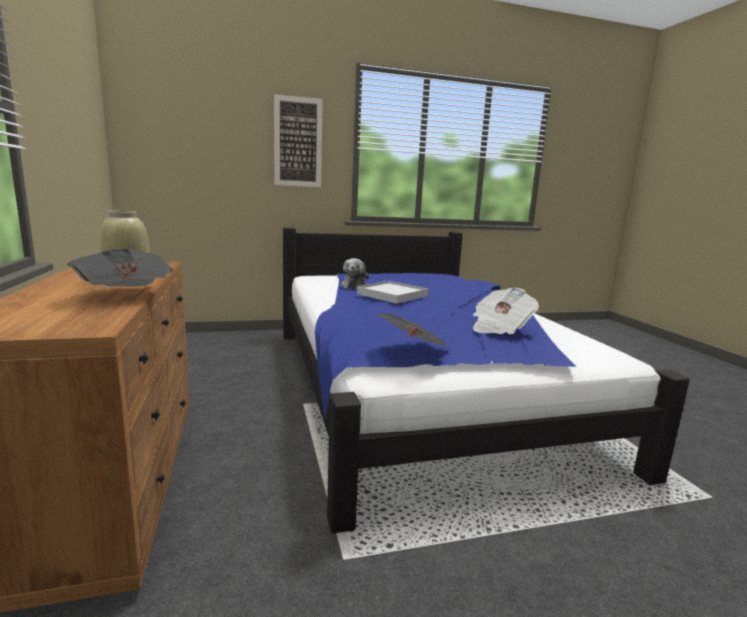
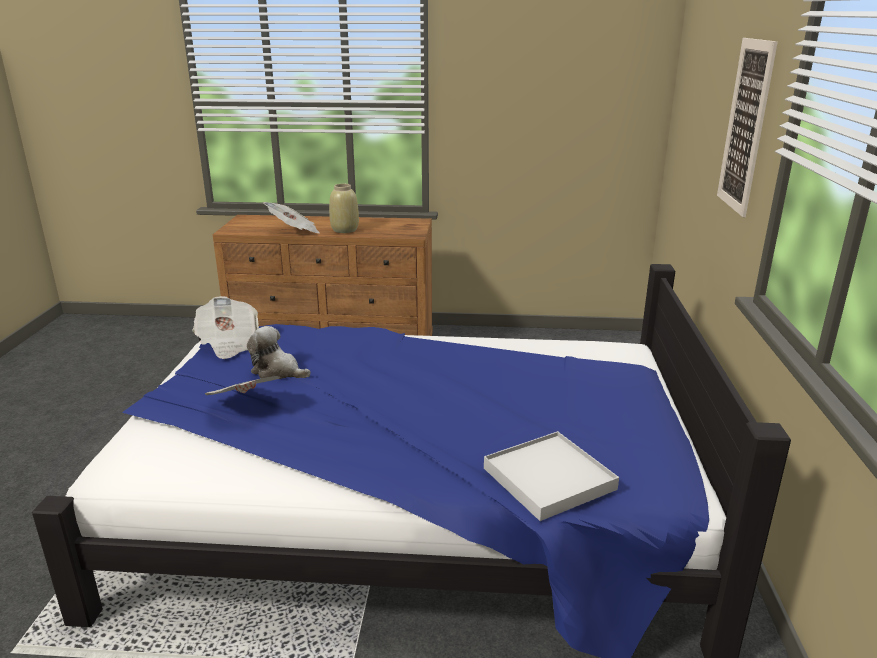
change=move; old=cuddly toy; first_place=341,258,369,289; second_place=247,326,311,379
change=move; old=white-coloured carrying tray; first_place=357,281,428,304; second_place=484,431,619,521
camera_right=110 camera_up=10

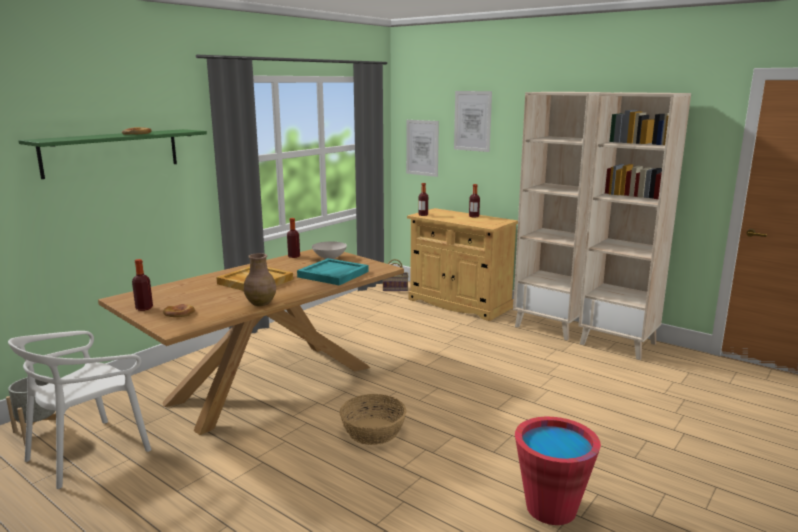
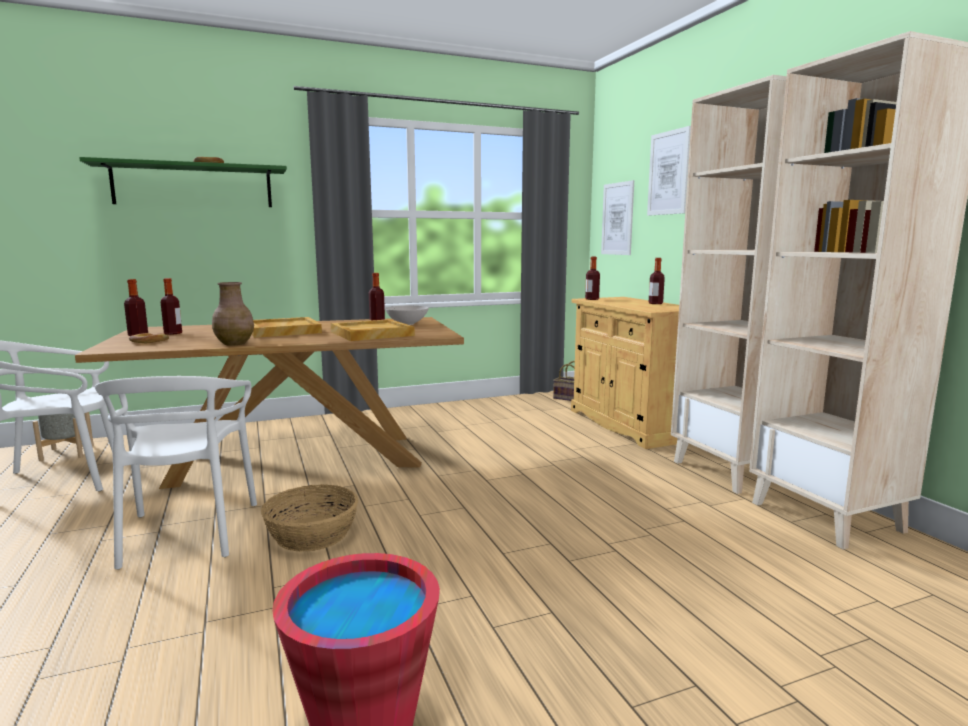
change=recolor; old=turquoise-coloured carrying tray; new=sand-coloured carrying tray; first_place=297,258,369,285; second_place=331,319,415,341
change=insert; new=drink bottle; second_place=161,278,182,335
change=insert; new=white-coloured chair; second_place=95,376,257,570
camera_right=30 camera_up=-5

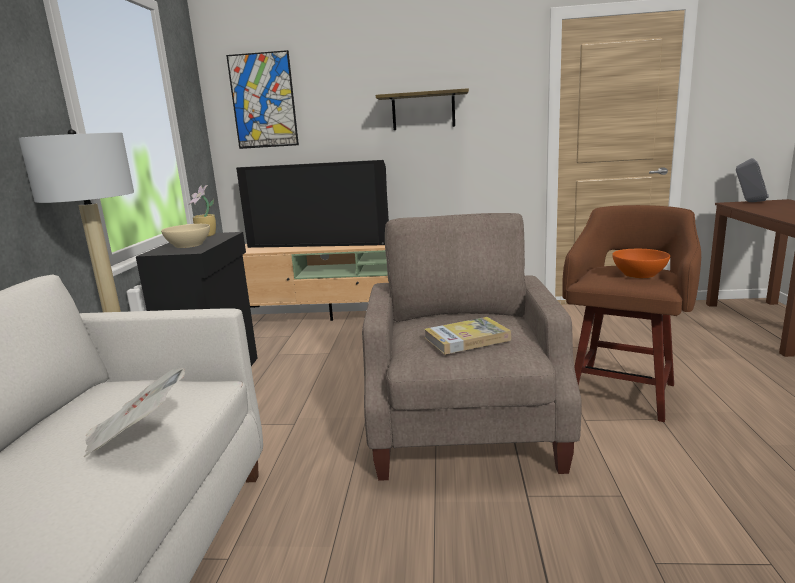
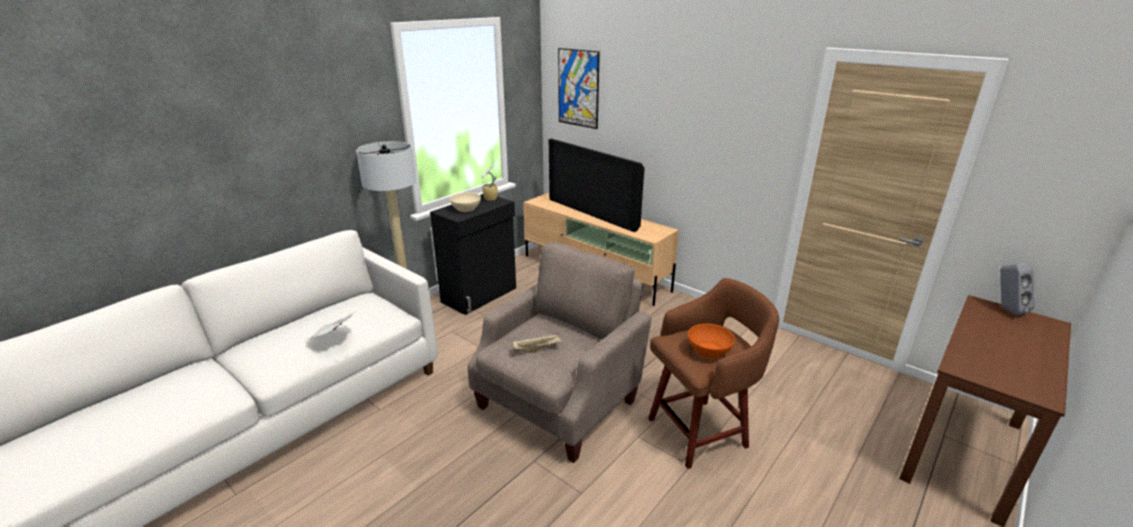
change=delete; old=shelf; first_place=376,88,469,130
change=replace; old=volume; new=sand-coloured carrying tray; first_place=424,317,511,354; second_place=513,333,562,352
camera_right=35 camera_up=10

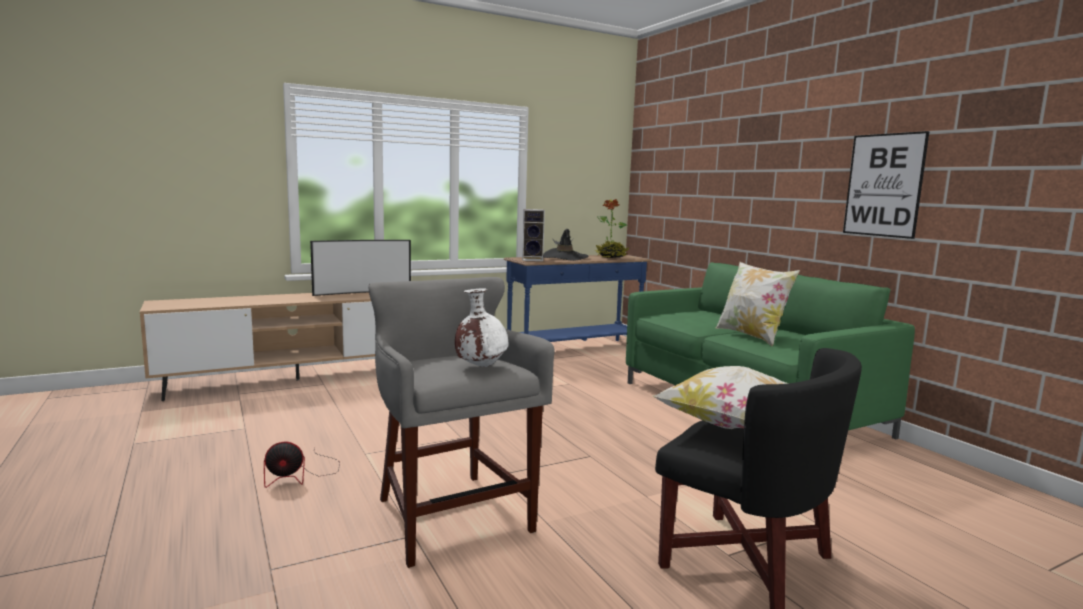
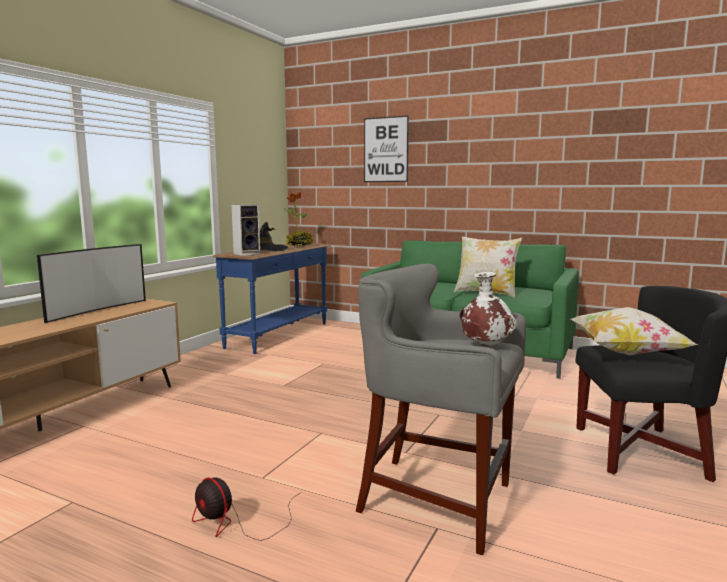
change=move; old=wall picture; first_place=843,131,930,239; second_place=364,115,409,182
change=rotate; old=electric fan; first_place=264,442,340,488; second_place=192,477,300,541; degrees=90
camera_right=-35 camera_up=0

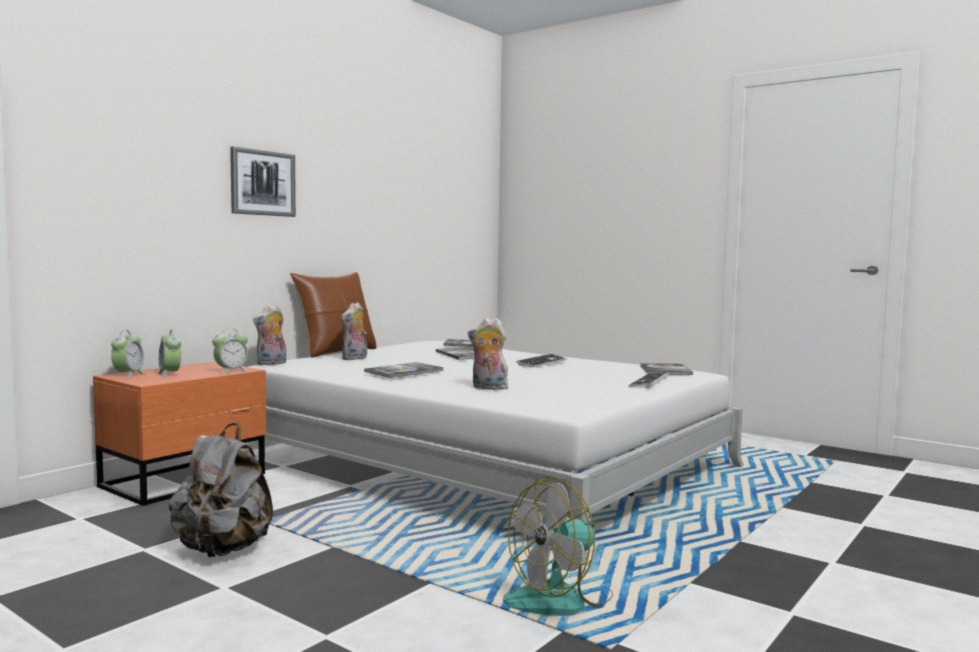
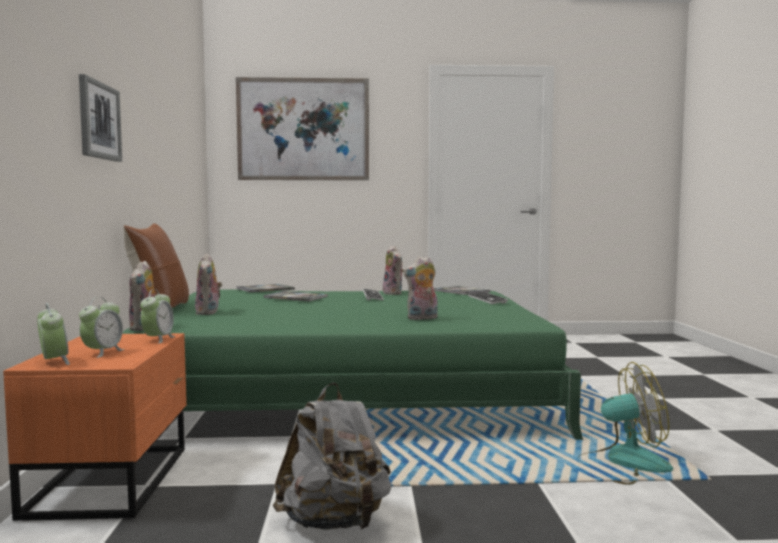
change=rotate; old=bedside clock; first_place=159,329,181,377; second_place=79,297,125,358; degrees=-90
change=recolor; old=white-coloured bedroom bed; new=green bedroom bed; first_place=248,341,743,564; second_place=122,289,583,440
change=delete; old=volume; first_place=364,362,444,378
change=rotate; old=electric fan; first_place=503,477,613,616; second_place=578,362,673,485; degrees=-105
change=insert; new=wall picture; second_place=236,77,369,180
change=insert; new=cuddly toy; second_place=383,246,403,295
camera_right=-40 camera_up=0

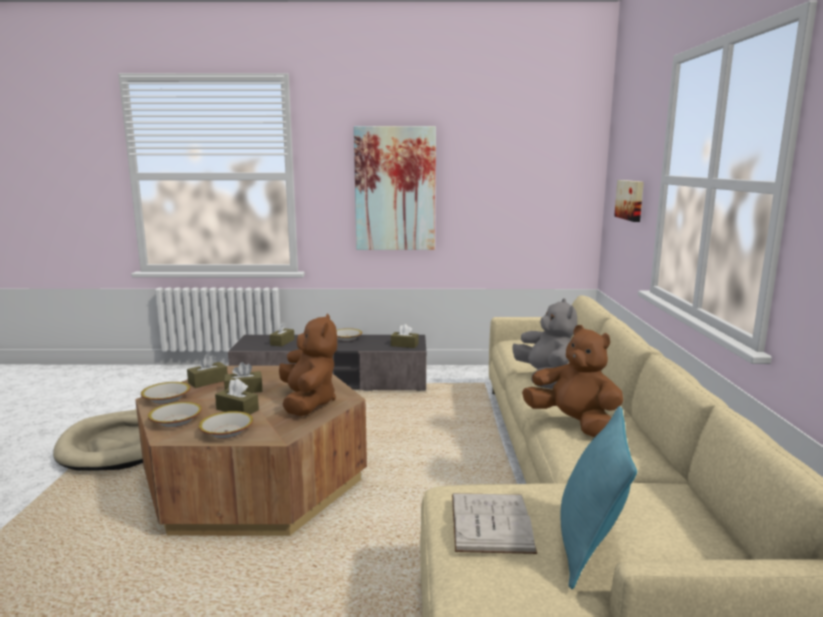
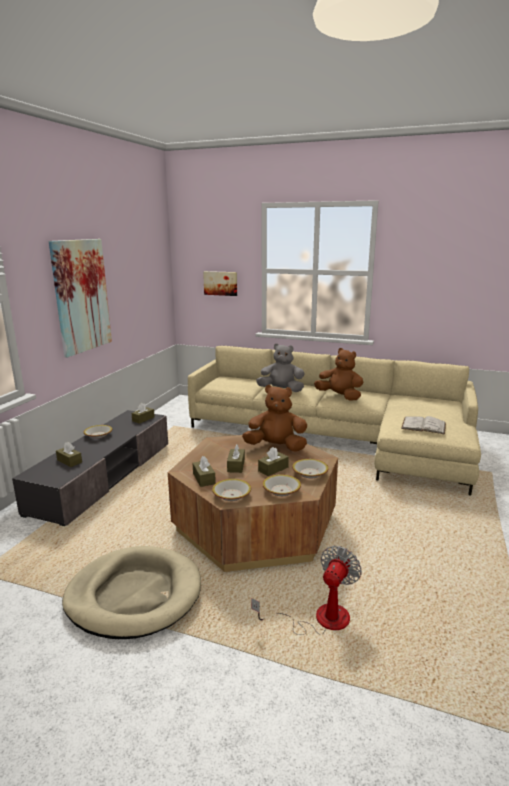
change=rotate; old=brown cuddly toy; first_place=522,325,623,437; second_place=314,348,363,401; degrees=60
change=delete; old=turquoise-coloured pillow; first_place=560,406,637,589
change=insert; new=electric fan; second_place=251,546,362,635
camera_right=-70 camera_up=5

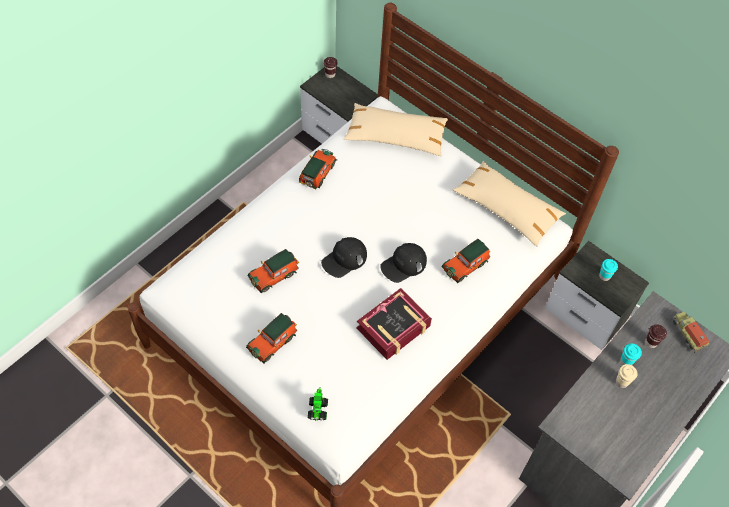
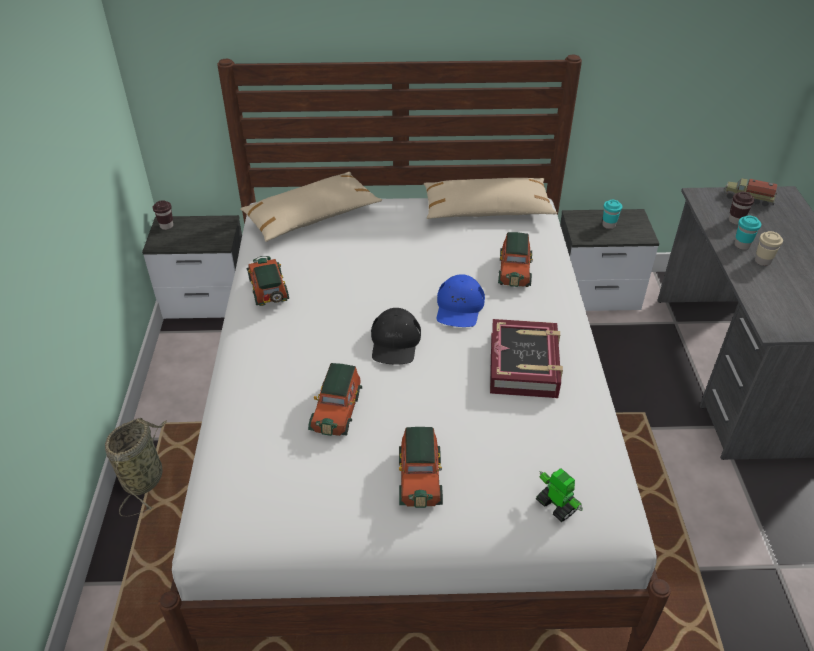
change=recolor; old=black cap; new=blue cap; first_place=380,243,427,283; second_place=437,274,485,327
change=insert; new=basket; second_place=105,418,167,516
camera_right=-40 camera_up=-15

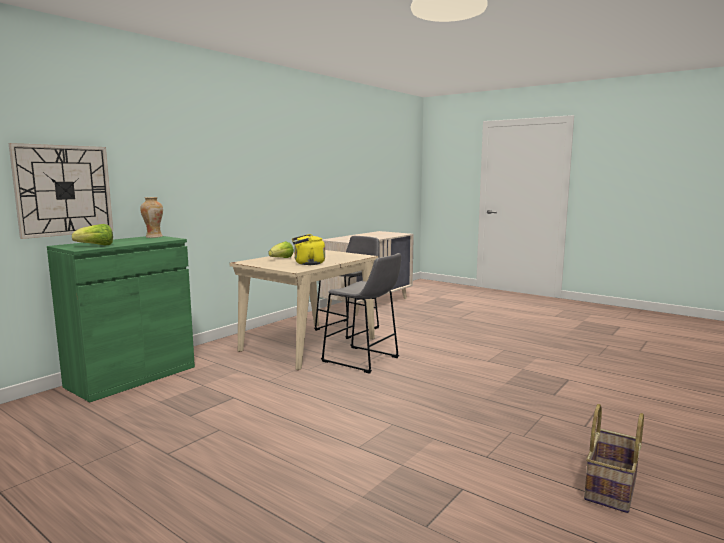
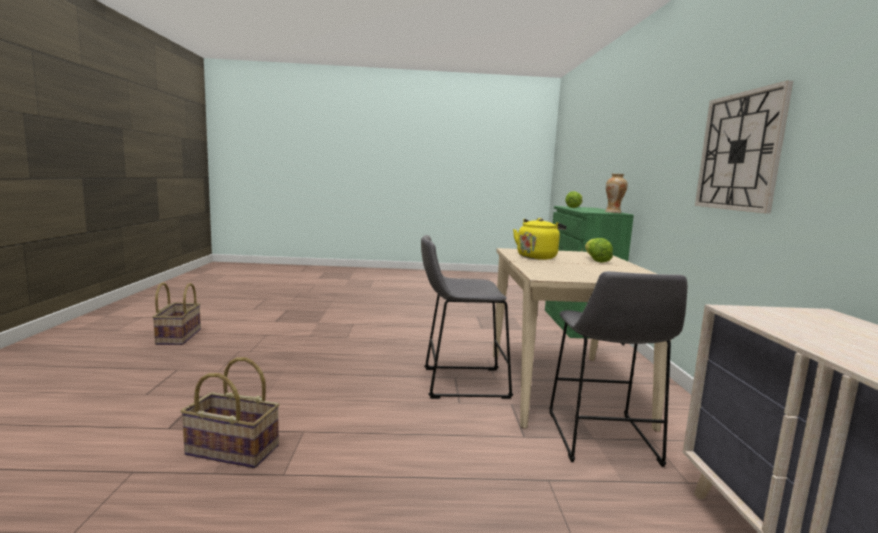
change=move; old=clock on the wall; first_place=9,143,113,239; second_place=695,80,793,214
change=insert; new=basket; second_place=180,358,280,468
camera_right=140 camera_up=0

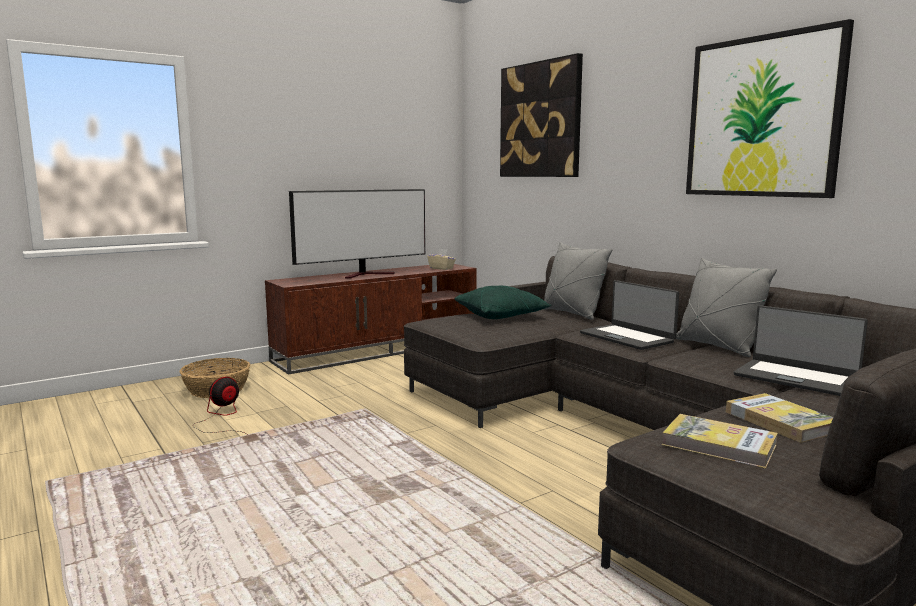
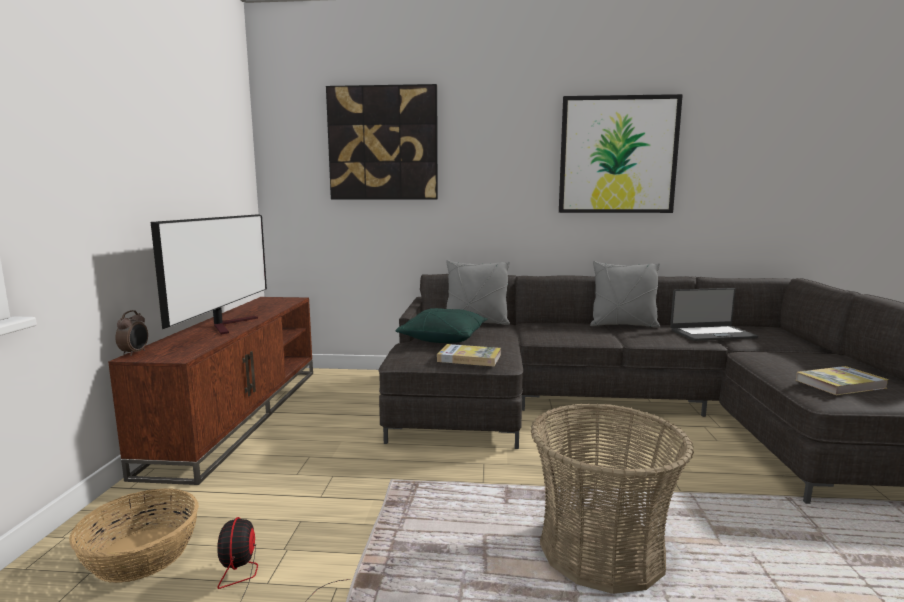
change=delete; old=sand-coloured box of tissues; first_place=427,249,456,270
change=delete; old=portable computer; first_place=580,280,679,350
change=move; old=volume; first_place=726,393,833,443; second_place=437,344,501,366
change=insert; new=bedside clock; second_place=115,310,148,356
change=insert; new=basket; second_place=531,403,694,594
camera_right=-50 camera_up=0

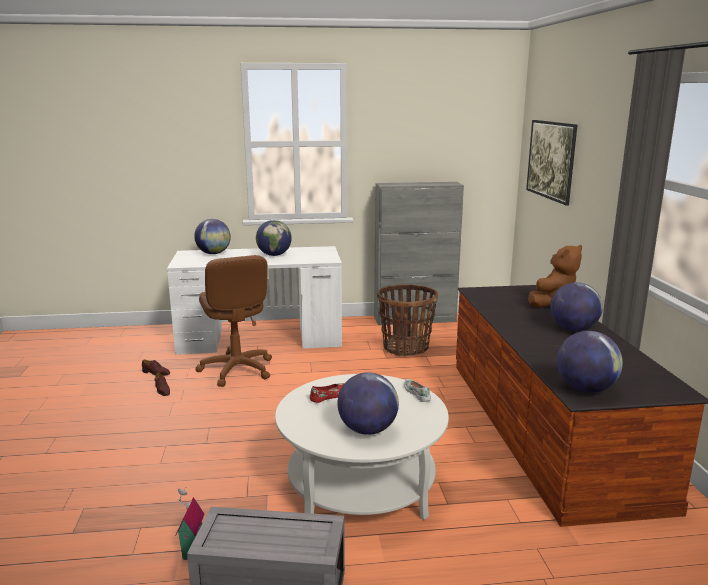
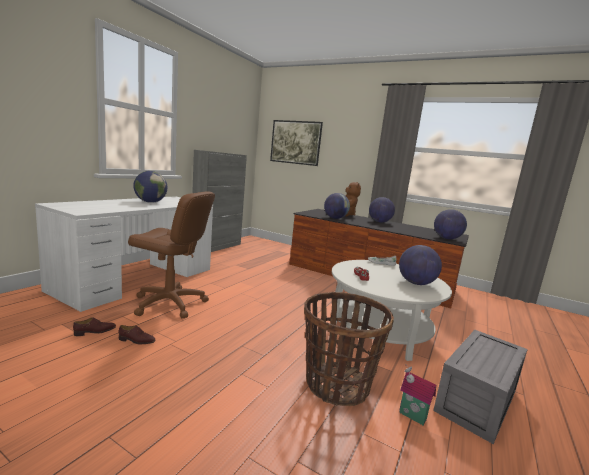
change=move; old=world globe; first_place=194,219,231,254; second_place=324,193,350,219
change=move; old=basket; first_place=377,284,438,357; second_place=304,292,394,406
camera_right=-55 camera_up=-5

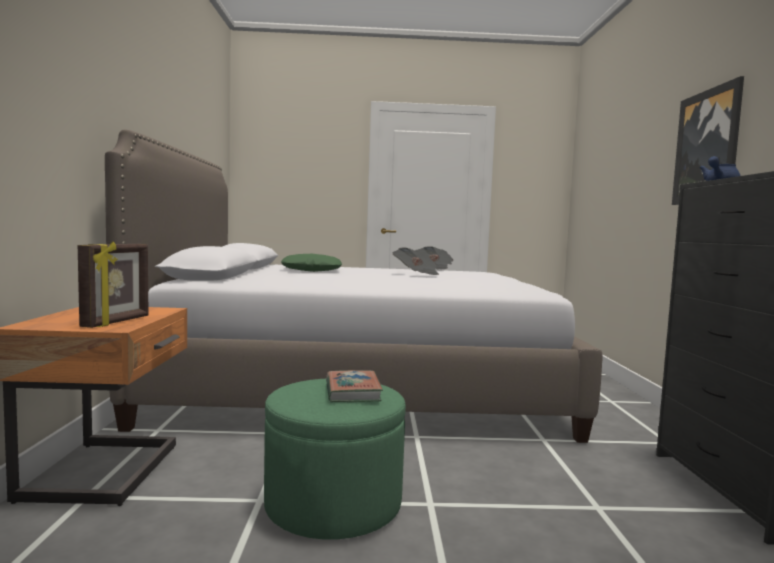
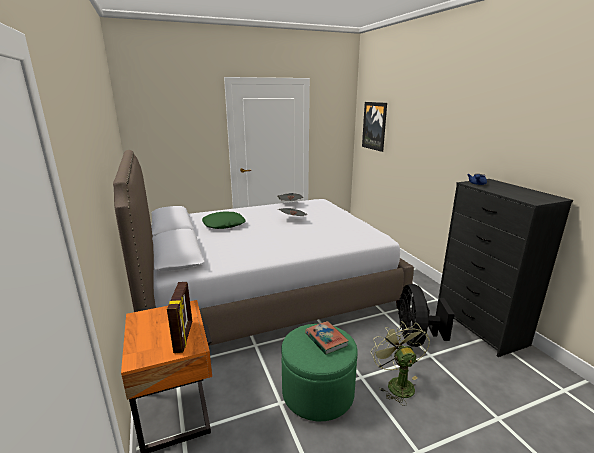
change=move; old=wall picture; first_place=672,76,744,205; second_place=362,102,387,152
change=insert; new=black electric fan; second_place=398,284,455,347
change=insert; new=green electric fan; second_place=371,321,430,406
camera_right=-20 camera_up=15

